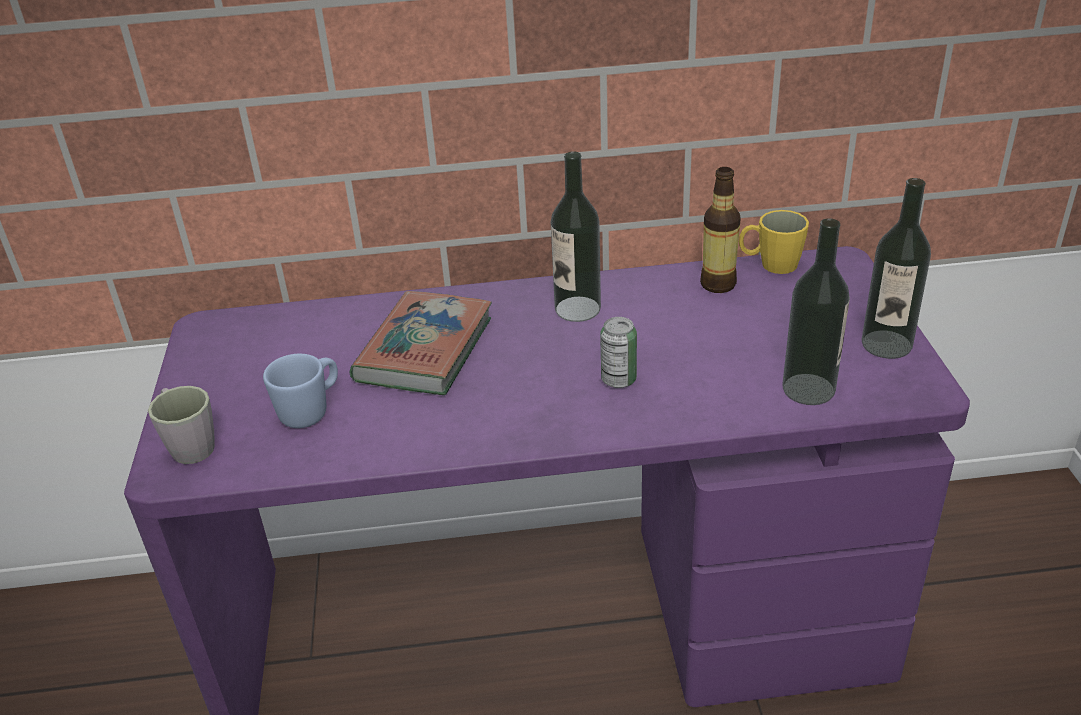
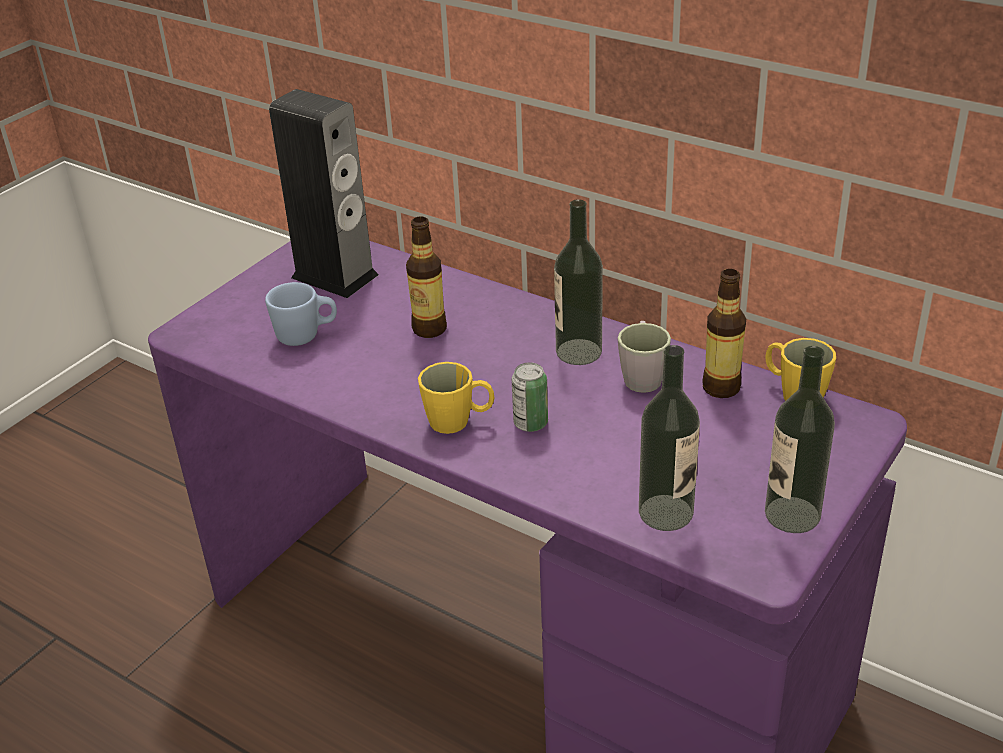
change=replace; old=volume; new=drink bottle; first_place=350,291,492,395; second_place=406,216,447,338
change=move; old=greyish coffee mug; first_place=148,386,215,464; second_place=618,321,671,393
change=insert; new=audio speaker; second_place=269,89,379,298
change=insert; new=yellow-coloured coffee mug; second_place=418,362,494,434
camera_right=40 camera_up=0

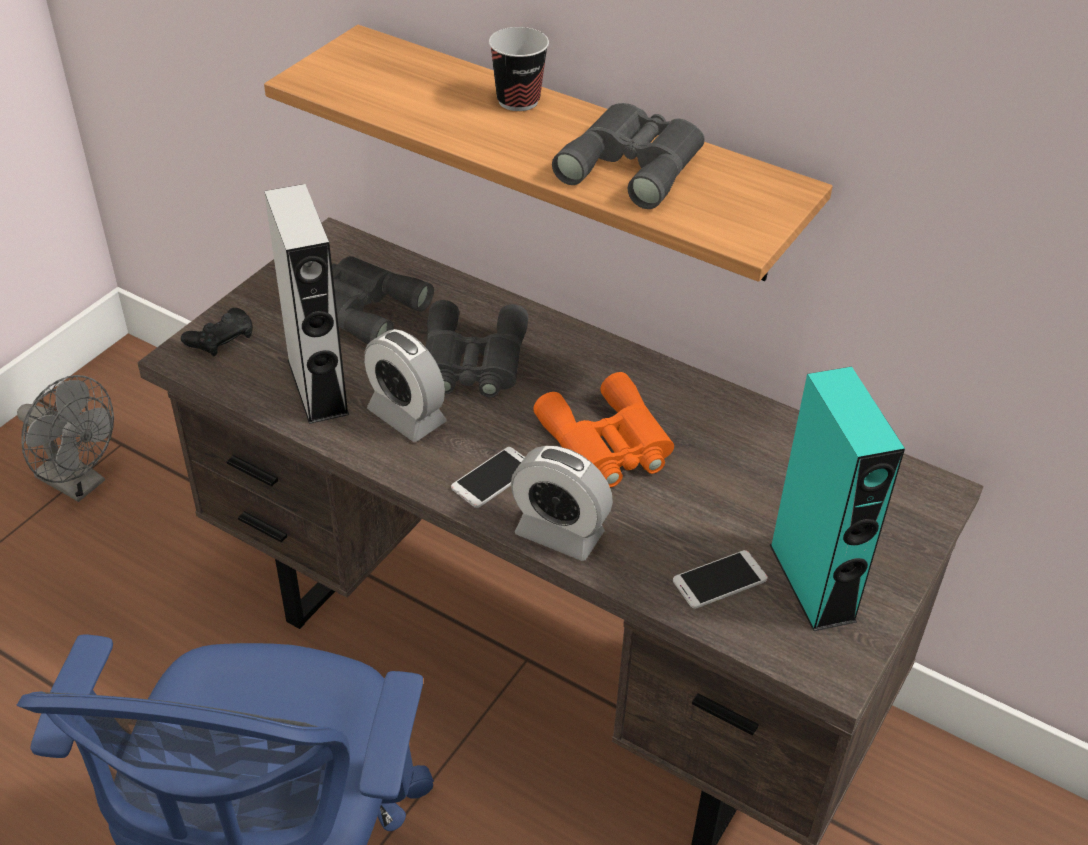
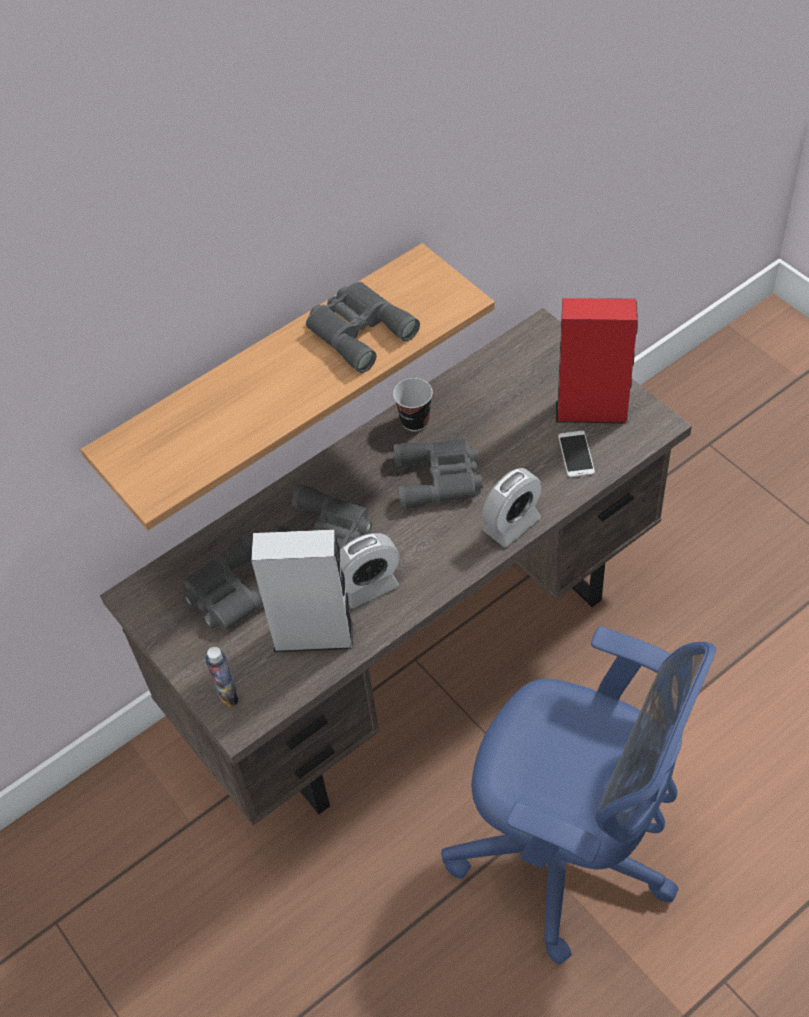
change=move; old=cup; first_place=489,27,549,111; second_place=393,378,433,431
change=replace; old=black game controller; new=drink bottle; first_place=181,308,253,356; second_place=205,647,239,707
change=recolor; old=turquoise-coloured audio speaker; new=red-coloured audio speaker; first_place=770,366,905,631; second_place=556,298,638,424
change=recolor; old=orange pair of binoculars; new=greyish pair of binoculars; first_place=533,372,674,487; second_place=393,439,483,509
change=delete; old=greyish electric fan; first_place=17,375,114,502
change=delete; old=handset; first_place=451,447,525,508
camera_right=-65 camera_up=10

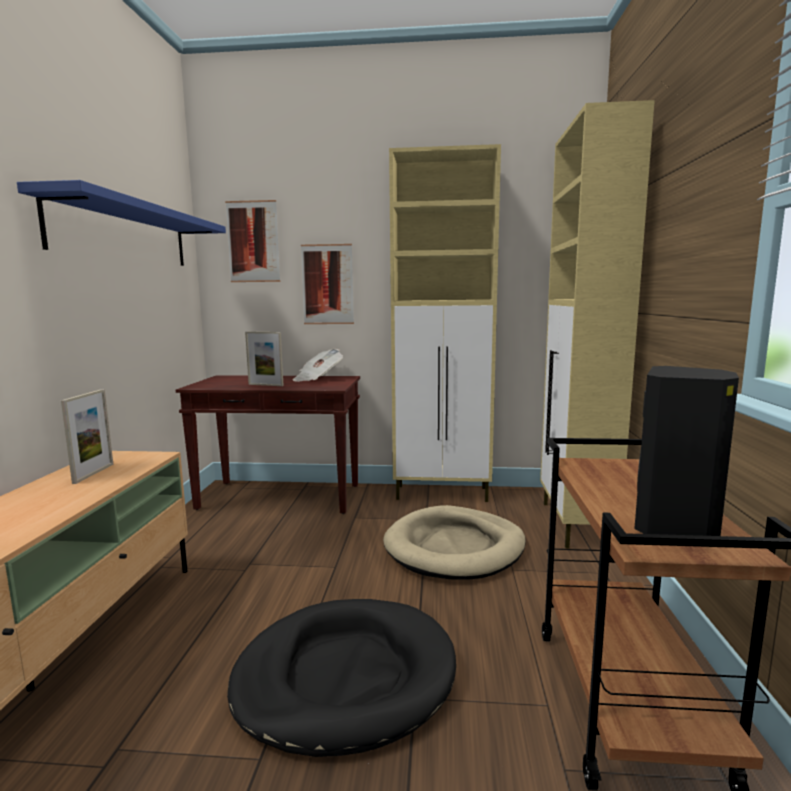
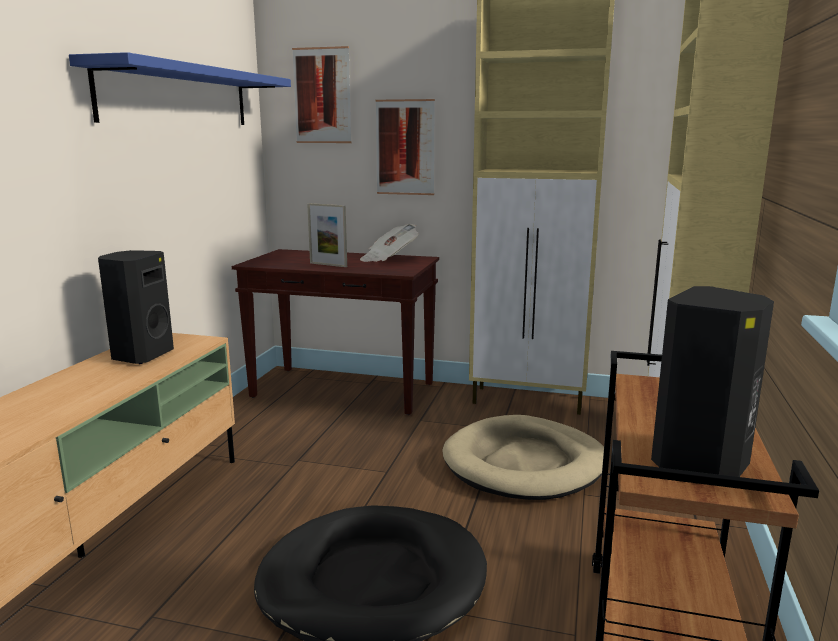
change=replace; old=photo frame; new=black audio speaker; first_place=61,389,113,484; second_place=98,250,174,364
camera_right=10 camera_up=5

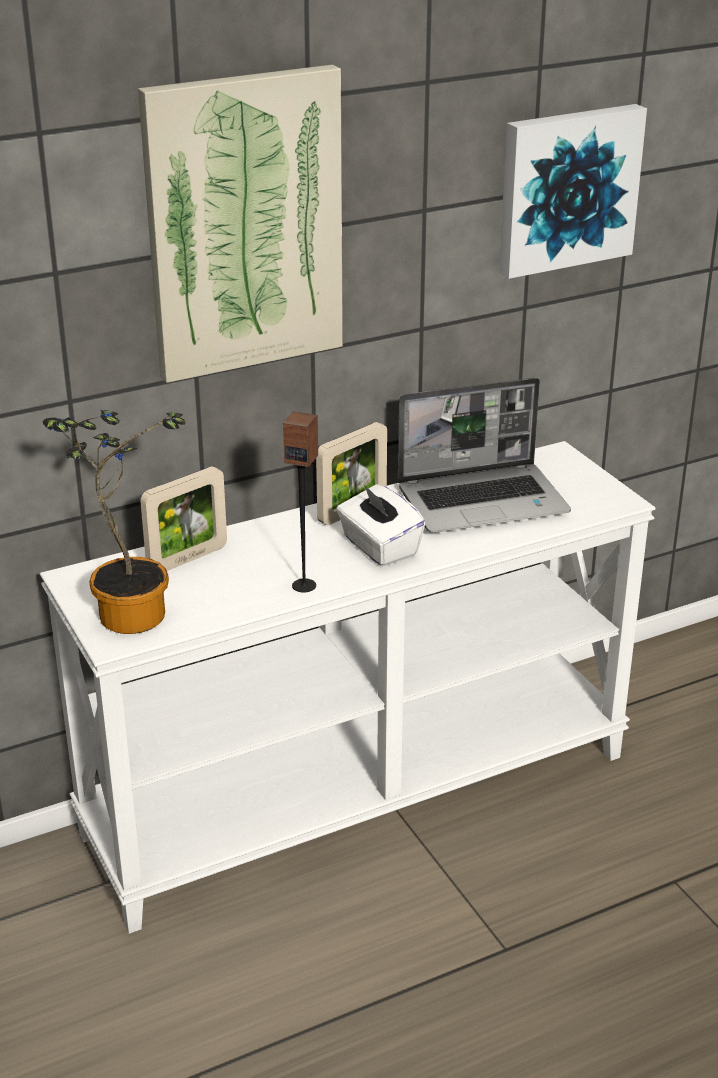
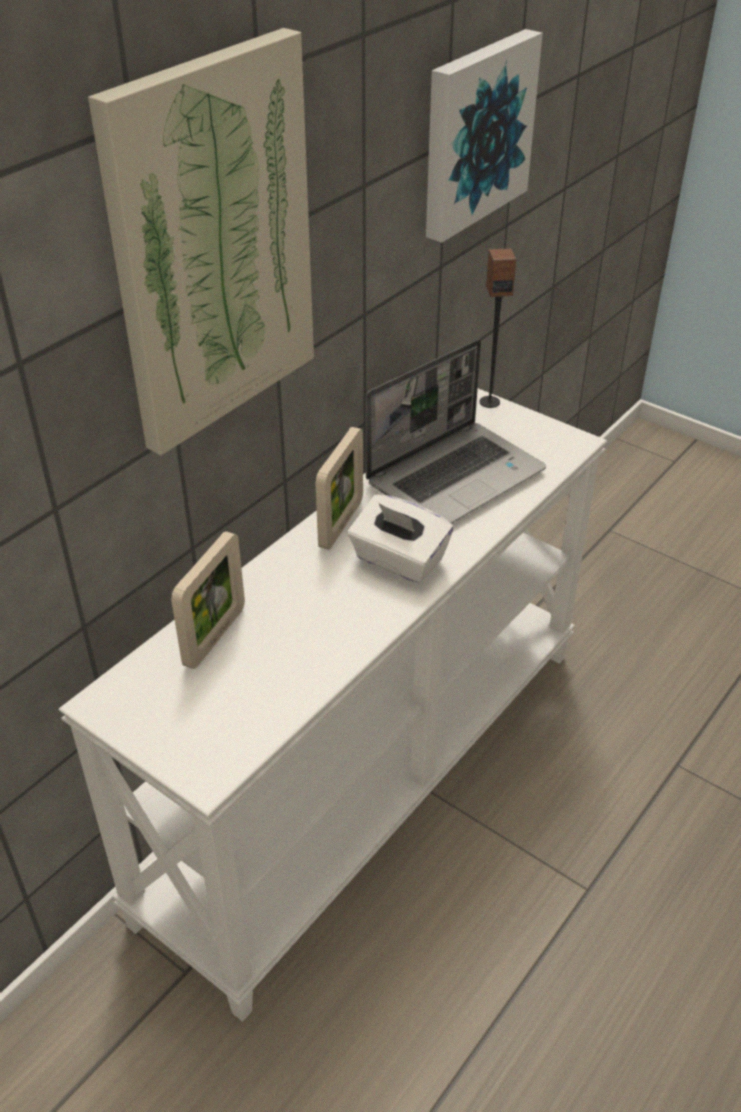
change=delete; old=plant in a pot; first_place=42,410,186,634
change=move; old=audio speaker; first_place=283,411,318,593; second_place=479,248,516,408
camera_right=-25 camera_up=10

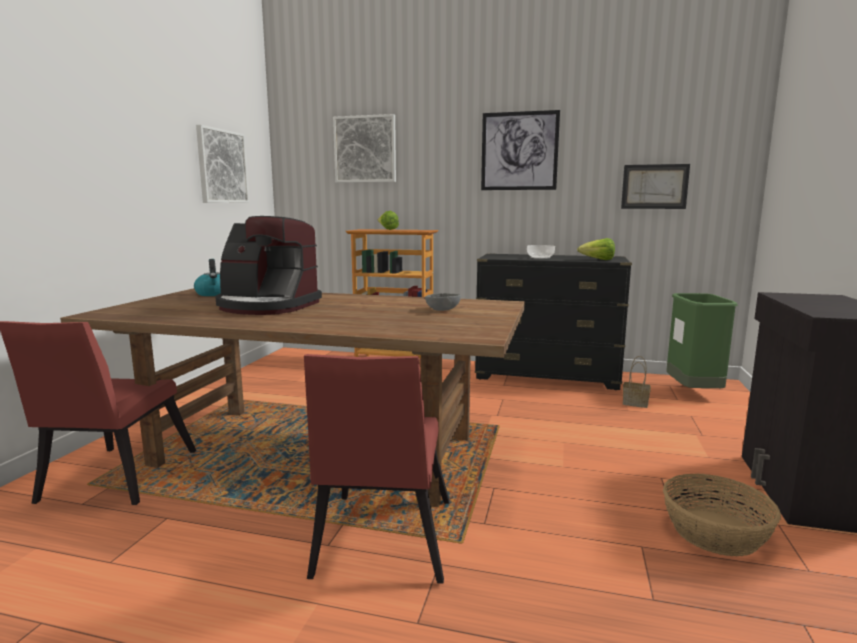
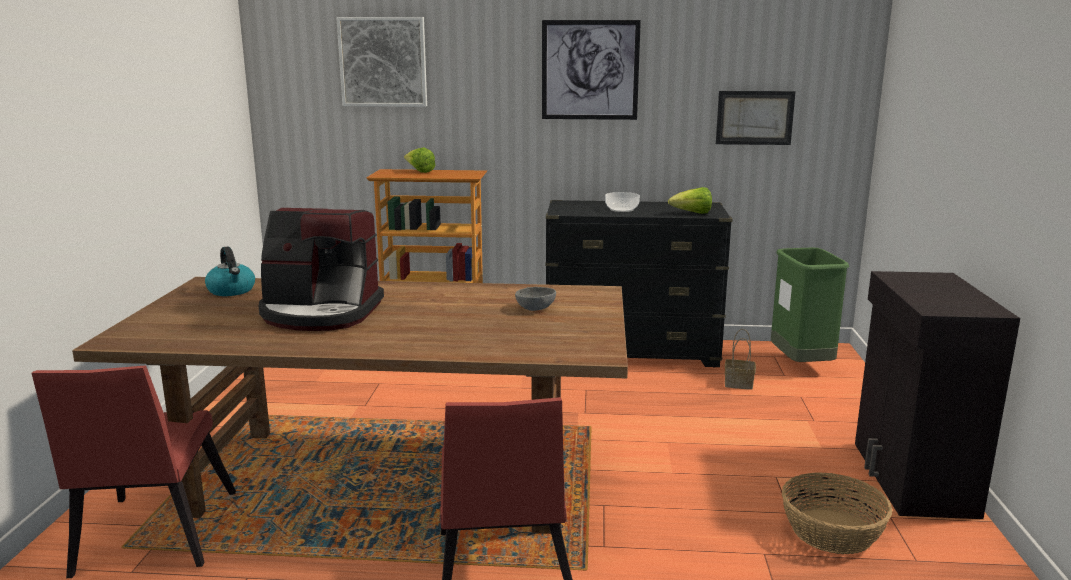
change=delete; old=wall picture; first_place=196,125,249,203
camera_right=-10 camera_up=5

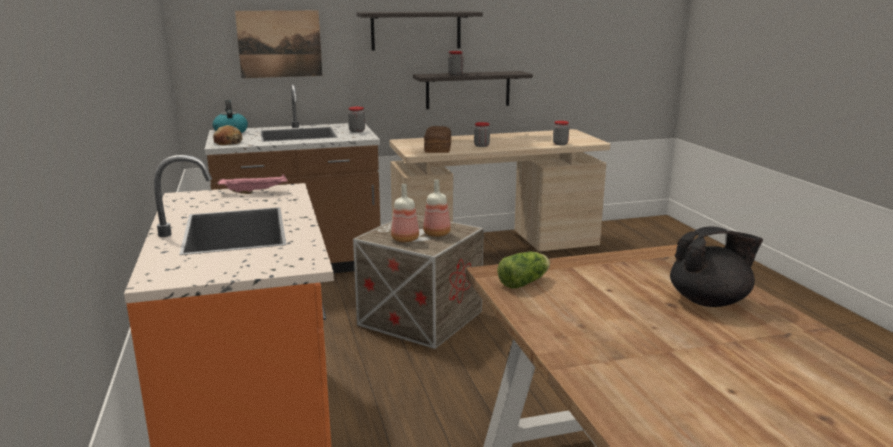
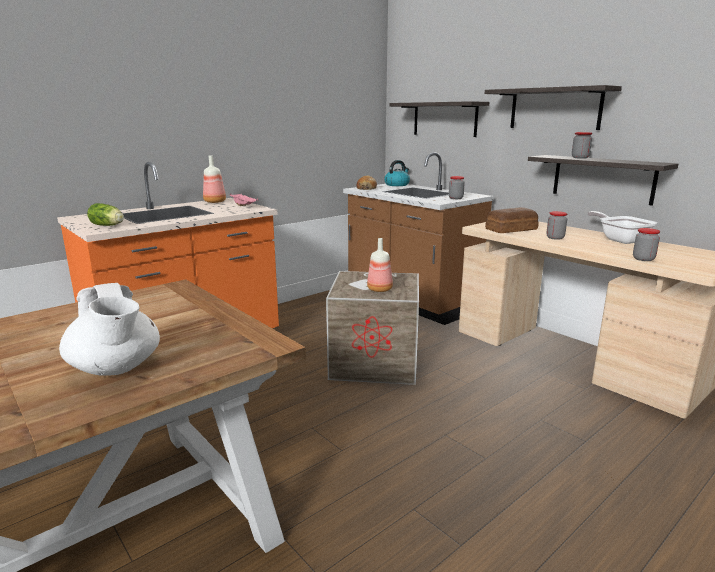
change=replace; old=wall picture; new=shelf; first_place=235,10,322,78; second_place=390,101,489,137
change=move; old=drink bottle; first_place=391,184,419,242; second_place=203,155,226,203
change=recolor; old=black teapot; new=white-coloured teapot; first_place=670,226,763,307; second_place=59,283,160,376
change=move; old=lettuce; first_place=497,252,550,289; second_place=87,203,124,226
change=insert; new=skillet; second_place=588,211,657,244
camera_right=65 camera_up=0

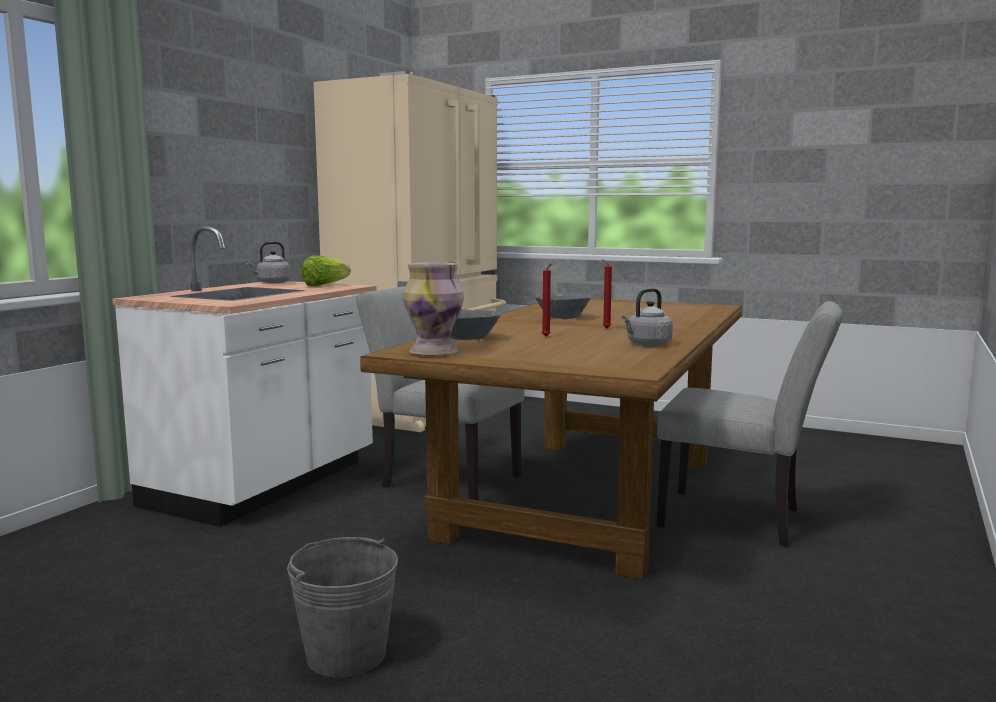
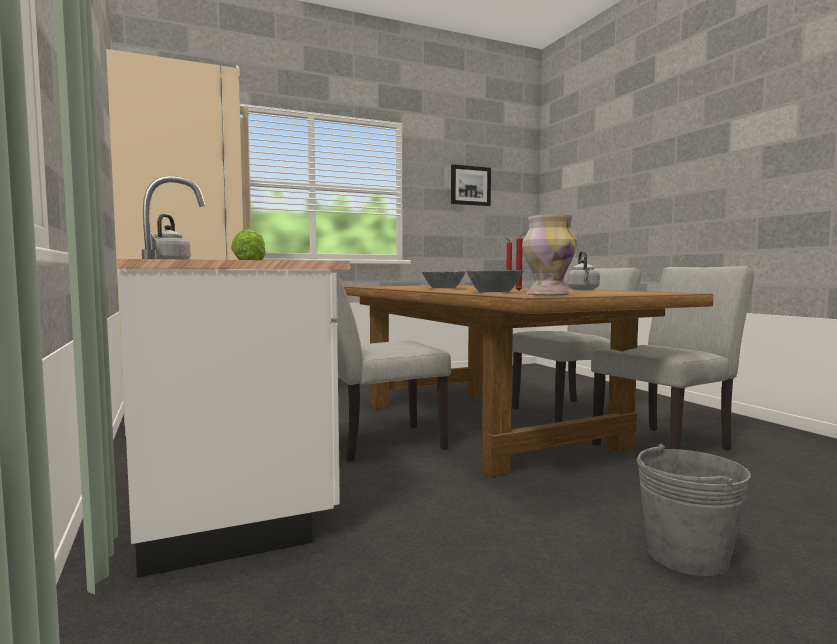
change=insert; new=wall picture; second_place=451,164,491,206
change=insert; new=greyish chair; second_place=591,266,754,451
camera_right=-50 camera_up=-5

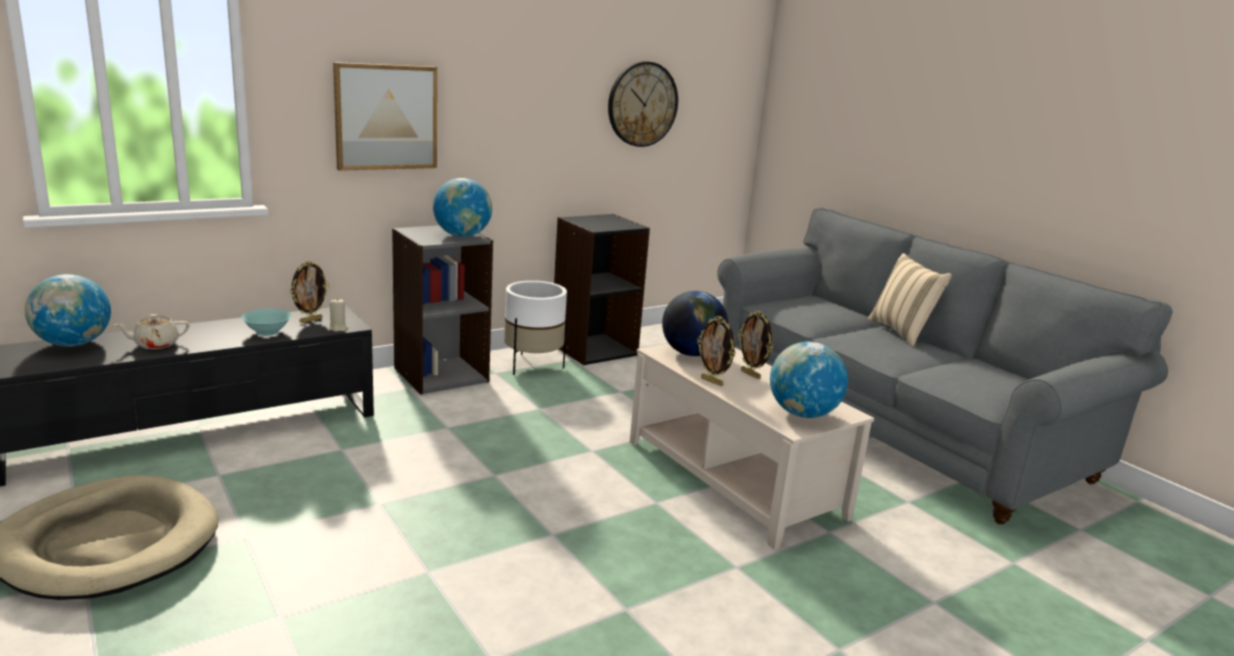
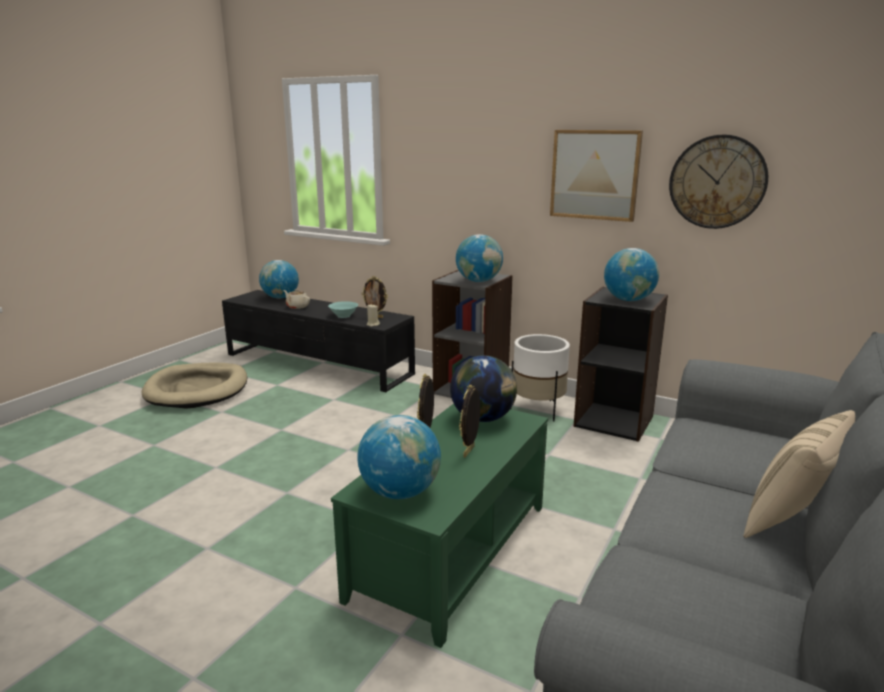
change=move; old=wall picture; first_place=333,62,437,171; second_place=550,130,643,222
change=recolor; old=sand-coloured low table; new=green low table; first_place=630,343,874,550; second_place=331,404,548,648
change=insert; new=world globe; second_place=604,248,659,301
camera_right=65 camera_up=0

